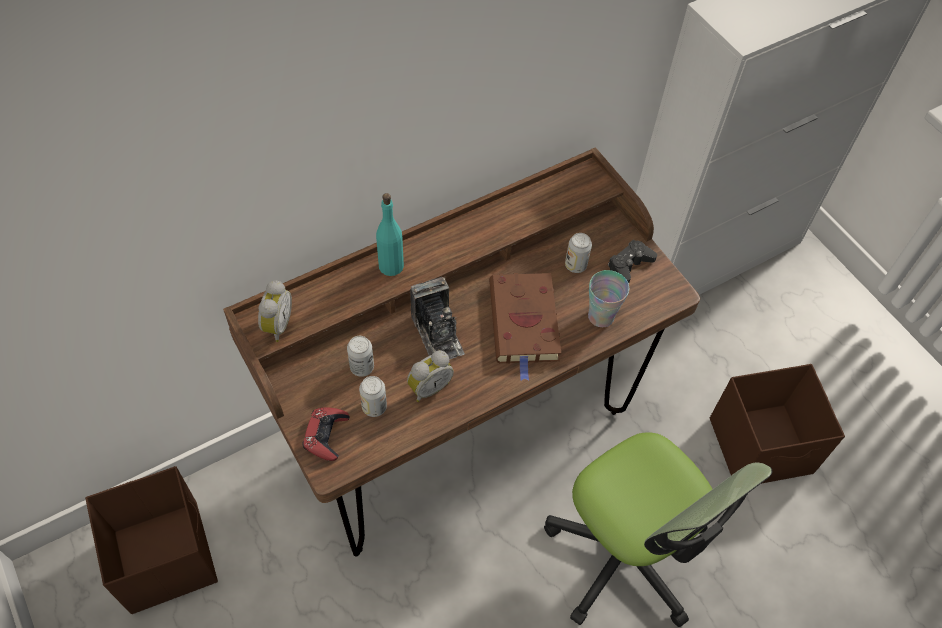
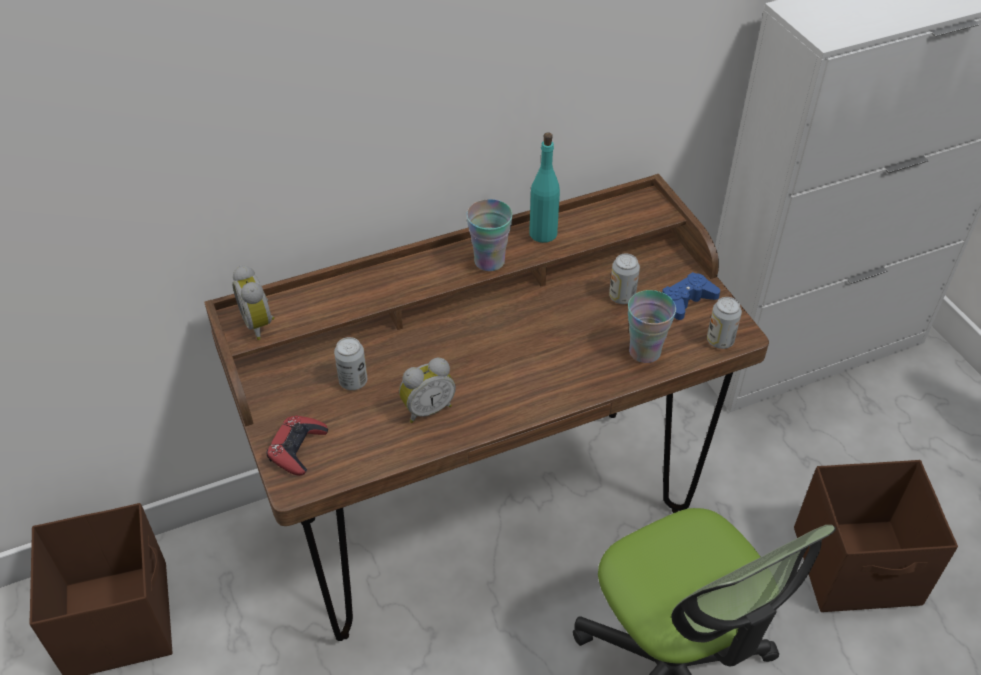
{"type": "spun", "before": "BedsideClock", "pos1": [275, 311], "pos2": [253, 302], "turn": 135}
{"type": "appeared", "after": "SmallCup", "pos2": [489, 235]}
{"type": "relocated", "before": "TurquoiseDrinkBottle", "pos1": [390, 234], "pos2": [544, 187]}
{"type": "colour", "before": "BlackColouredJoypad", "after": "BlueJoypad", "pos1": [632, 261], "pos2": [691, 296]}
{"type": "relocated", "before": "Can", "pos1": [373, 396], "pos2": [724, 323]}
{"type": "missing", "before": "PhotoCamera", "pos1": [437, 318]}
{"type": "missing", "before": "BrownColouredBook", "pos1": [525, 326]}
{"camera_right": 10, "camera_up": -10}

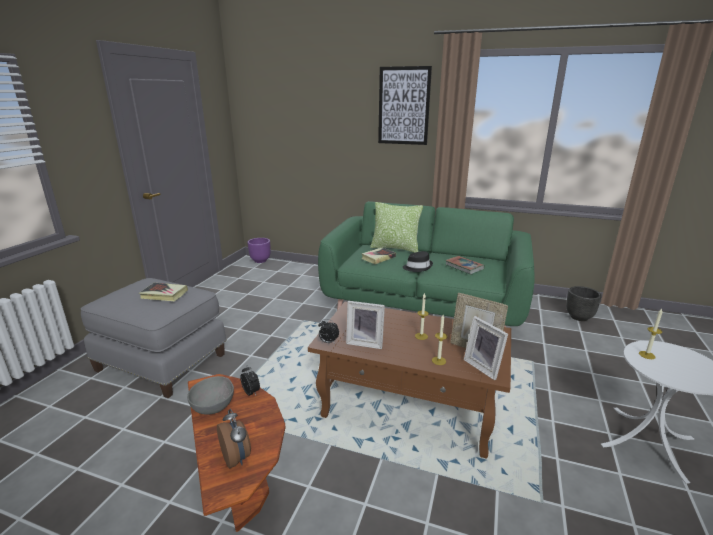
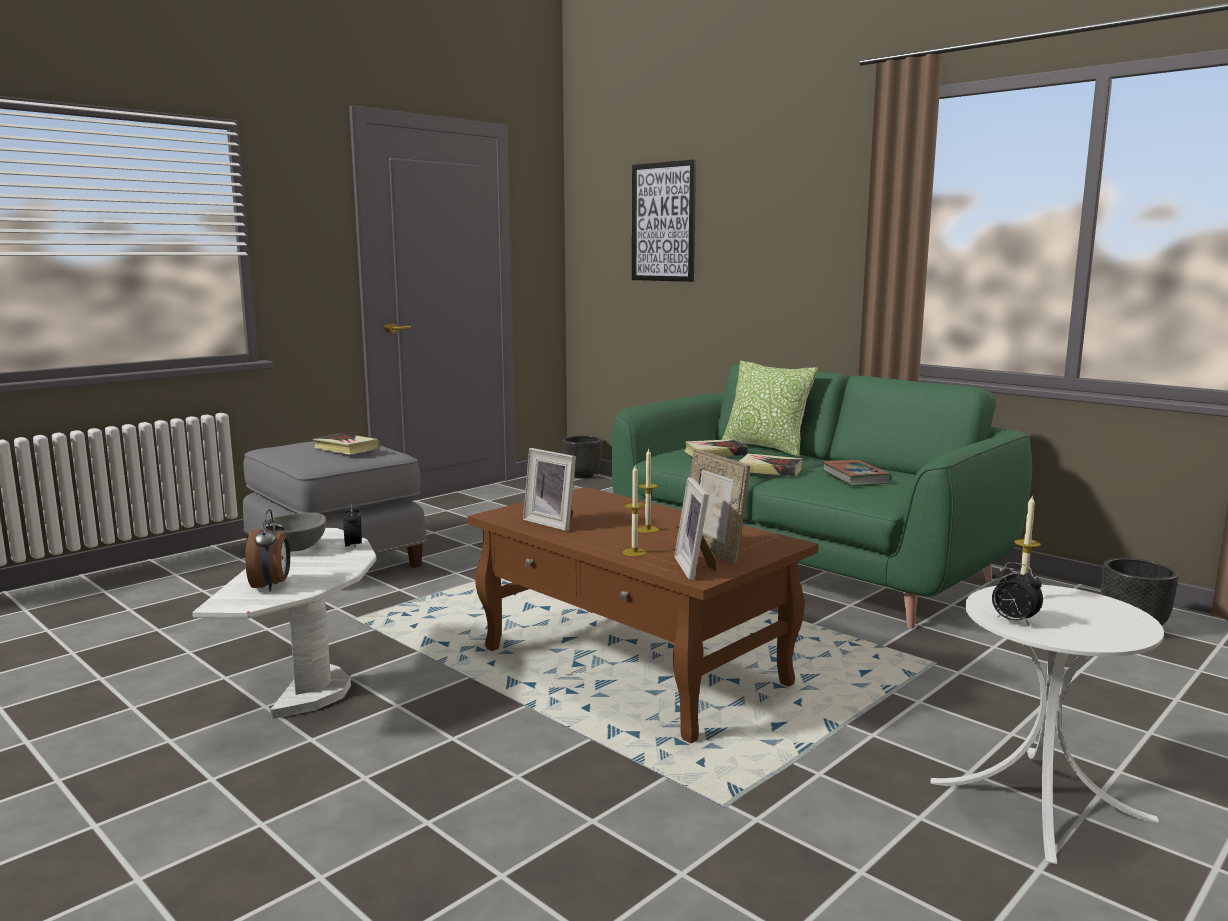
{"type": "colour", "before": "BrownColouredSideTable", "after": "WhiteSideTable", "pos1": [236, 453], "pos2": [284, 623]}
{"type": "colour", "before": "PurplePlantPot", "after": "BlackColouredPlantPot", "pos1": [259, 250], "pos2": [582, 457]}
{"type": "relocated", "before": "WallPicture", "pos1": [405, 105], "pos2": [664, 220]}
{"type": "exchanged", "before": "BlackColouredWearableHat", "after": "Book", "pos1": [418, 261], "pos2": [770, 465]}
{"type": "relocated", "before": "BedsideClock", "pos1": [328, 331], "pos2": [1017, 594]}
{"camera_right": 25, "camera_up": -10}

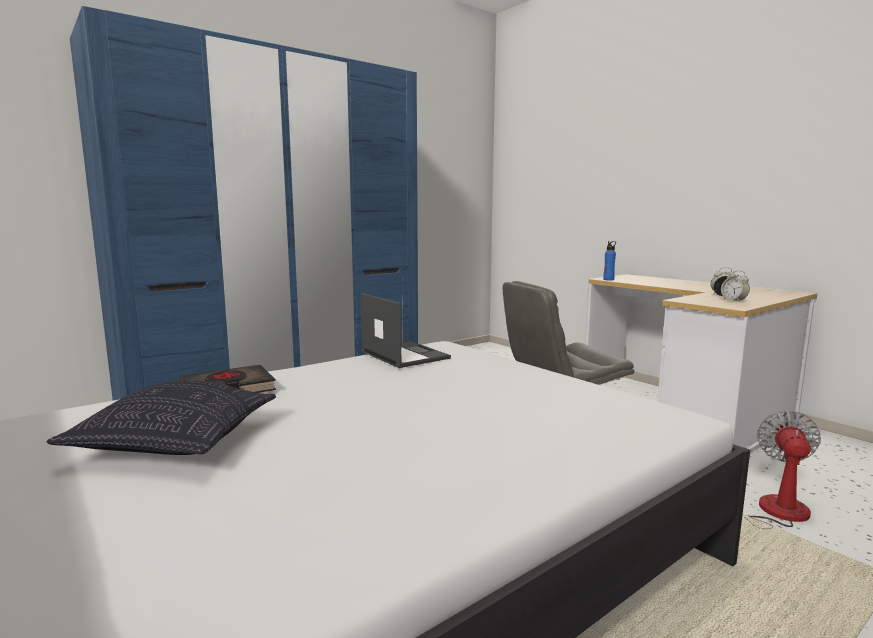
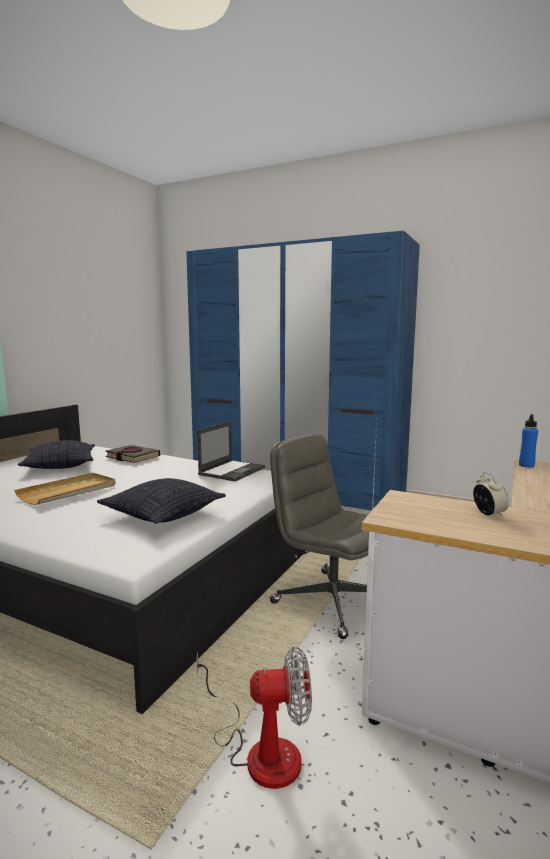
{"type": "appeared", "after": "BeigeServingTray", "pos2": [65, 489]}
{"type": "appeared", "after": "ThrowPillow", "pos2": [161, 501]}
{"type": "missing", "before": "BedsideClock", "pos1": [735, 286]}
{"camera_right": 65, "camera_up": 0}

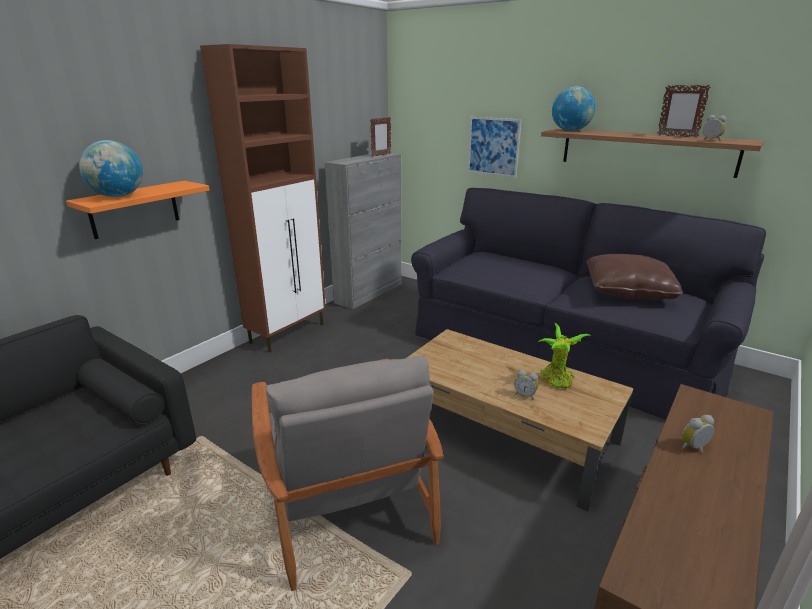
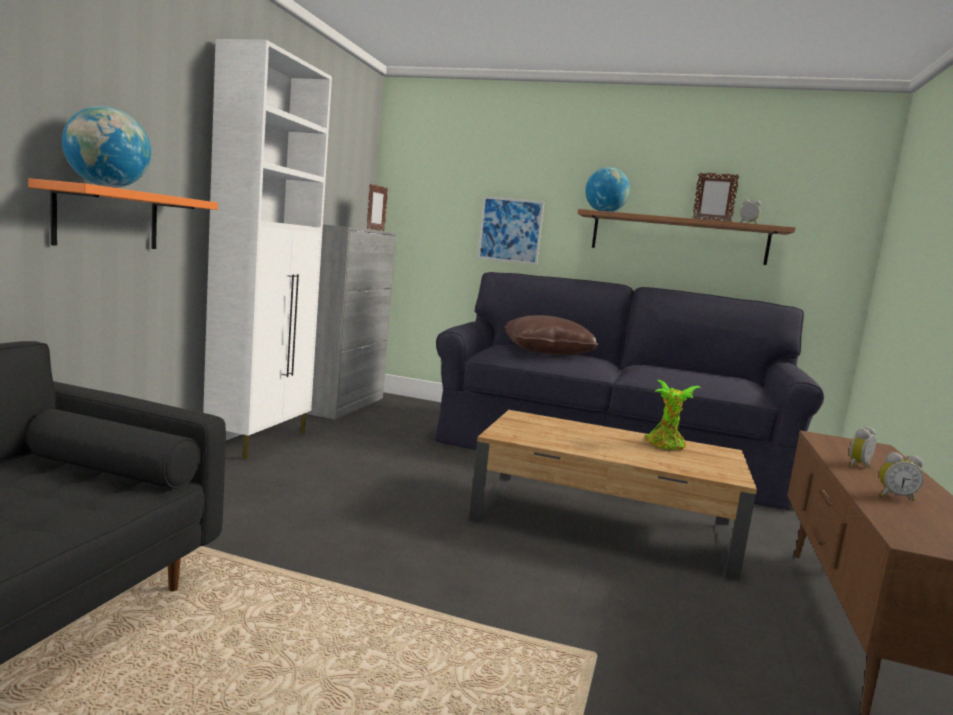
{"type": "colour", "before": "BrownColouredStorageCabinet", "after": "WhiteStorageCabinet", "pos1": [263, 198], "pos2": [267, 249]}
{"type": "relocated", "before": "BrownColouredThrowPillow", "pos1": [634, 277], "pos2": [551, 335]}
{"type": "relocated", "before": "BedsideClock", "pos1": [526, 385], "pos2": [901, 476]}
{"type": "missing", "before": "GrayEasyChair", "pos1": [347, 473]}
{"camera_right": -20, "camera_up": -15}

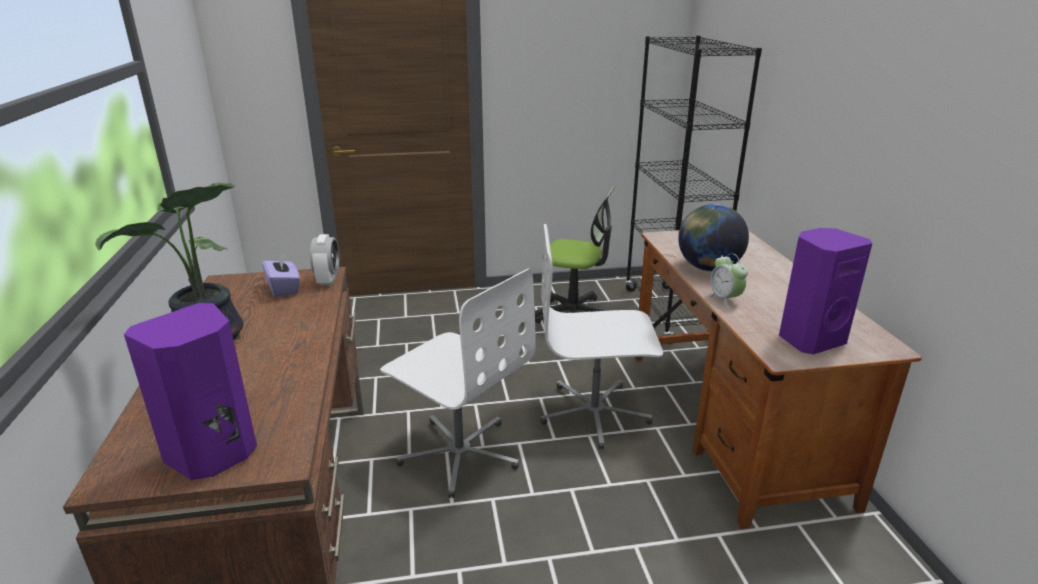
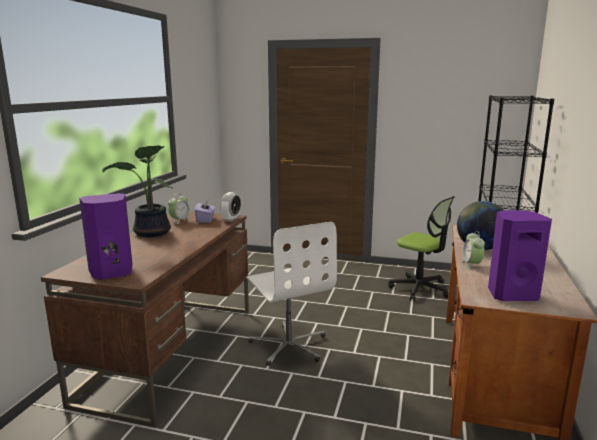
{"type": "appeared", "after": "BedsideClock", "pos2": [179, 208]}
{"type": "missing", "before": "WhiteOfficeChair", "pos1": [601, 337]}
{"camera_right": 25, "camera_up": -10}

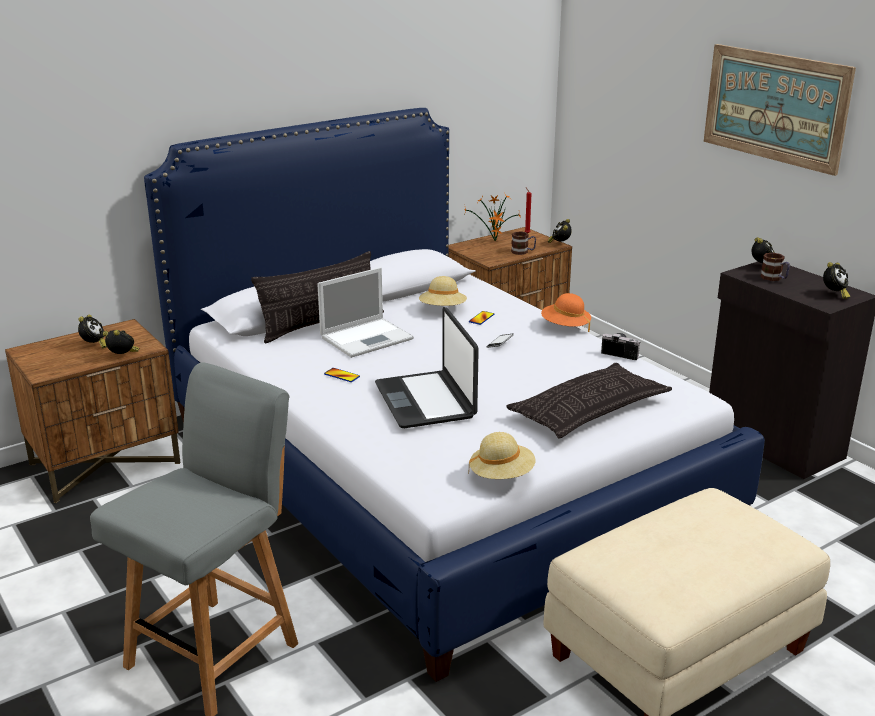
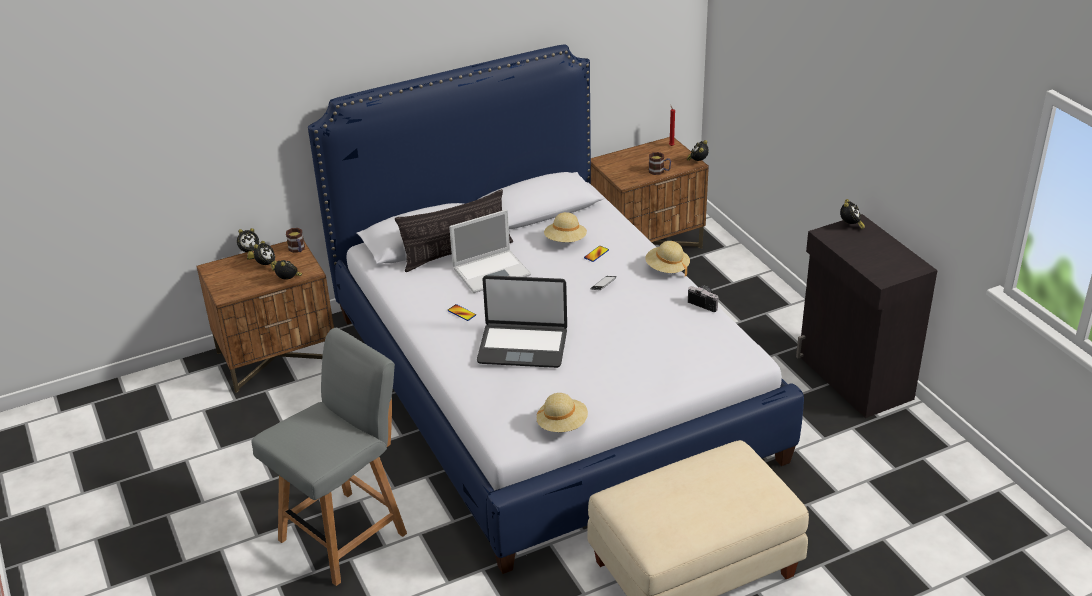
{"type": "relocated", "before": "BedsideClock", "pos1": [836, 280], "pos2": [248, 244]}
{"type": "relocated", "before": "CoffeeMug", "pos1": [775, 267], "pos2": [295, 240]}
{"type": "spun", "before": "Laptop", "pos1": [427, 367], "pos2": [522, 321], "turn": -75}
{"type": "colour", "before": "OrangeyWearableHat", "after": "BeigeWearableHat", "pos1": [566, 312], "pos2": [667, 258]}
{"type": "missing", "before": "Houseplant", "pos1": [492, 217]}
{"type": "missing", "before": "ThrowPillow", "pos1": [589, 401]}
{"type": "missing", "before": "WallPicture", "pos1": [780, 110]}
{"camera_right": 10, "camera_up": 10}

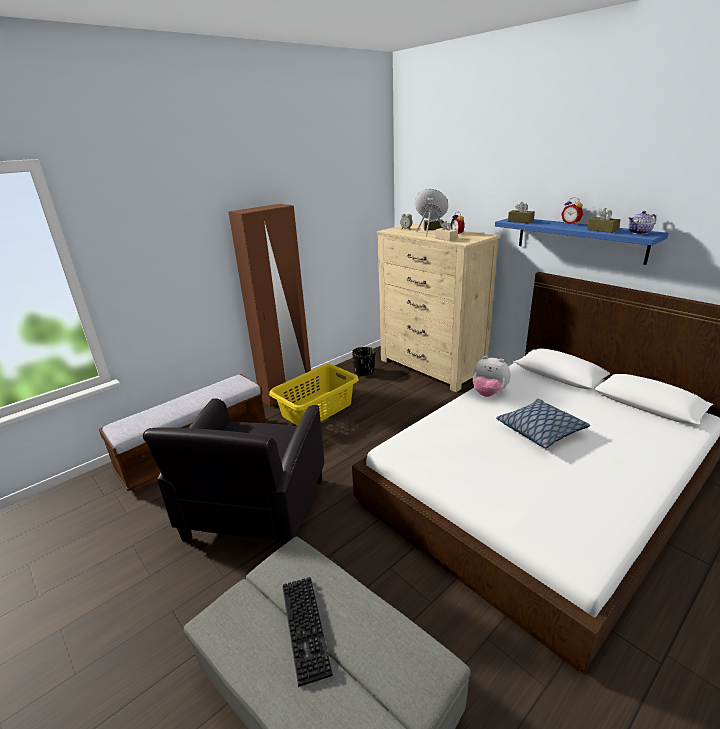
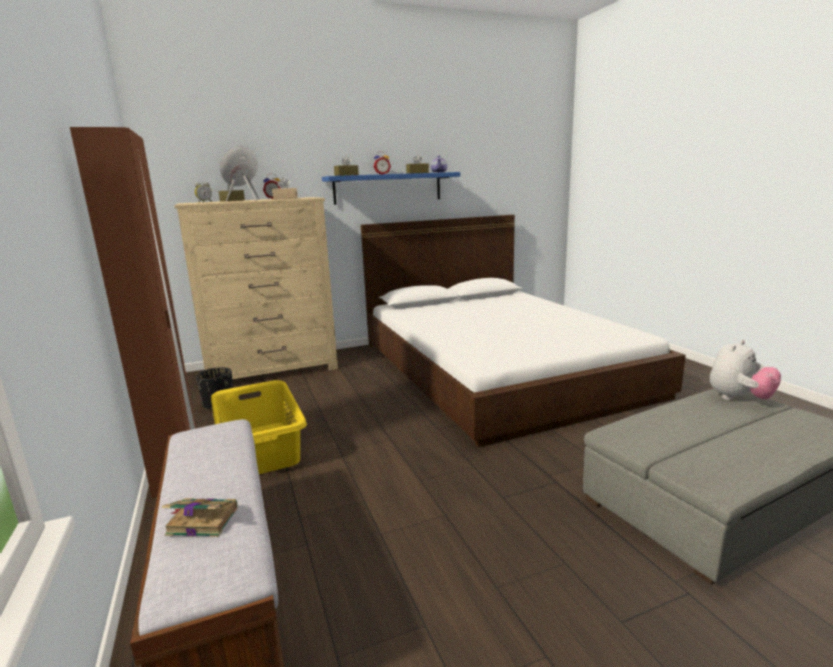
{"type": "appeared", "after": "Book", "pos2": [199, 517]}
{"type": "relocated", "before": "SoftToy", "pos1": [492, 376], "pos2": [745, 370]}
{"type": "missing", "before": "BlackColouredEasyChair", "pos1": [233, 471]}
{"type": "missing", "before": "PcKeyboard", "pos1": [307, 632]}
{"type": "missing", "before": "ThrowPillow", "pos1": [543, 423]}
{"camera_right": -70, "camera_up": -10}

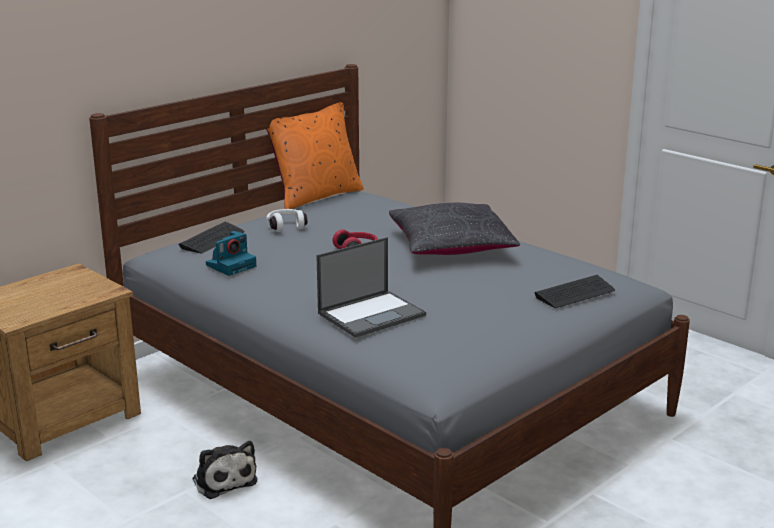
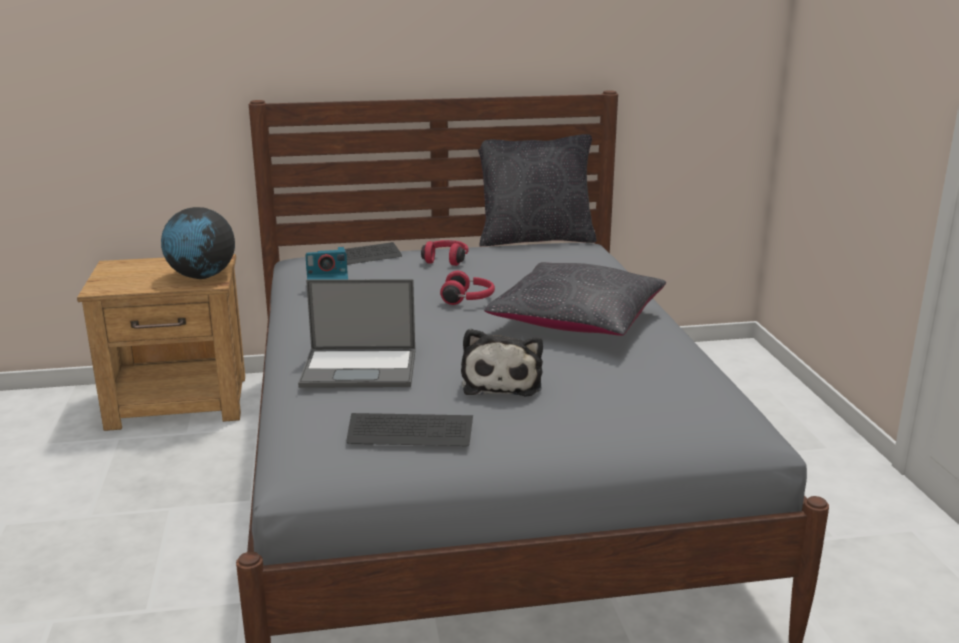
{"type": "appeared", "after": "Globe", "pos2": [198, 243]}
{"type": "relocated", "before": "PcKeyboard", "pos1": [574, 291], "pos2": [410, 429]}
{"type": "colour", "before": "WhiteHeadphones", "after": "RedColouredHeadphones", "pos1": [287, 220], "pos2": [445, 253]}
{"type": "relocated", "before": "SoftToy", "pos1": [224, 470], "pos2": [502, 362]}
{"type": "colour", "before": "OrangeyThrowPillow", "after": "BlackColouredThrowPillow", "pos1": [315, 155], "pos2": [537, 190]}
{"camera_right": 35, "camera_up": 0}

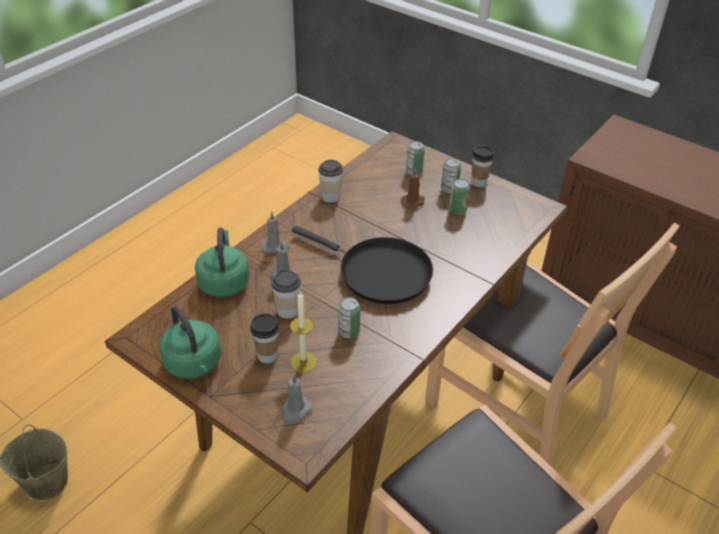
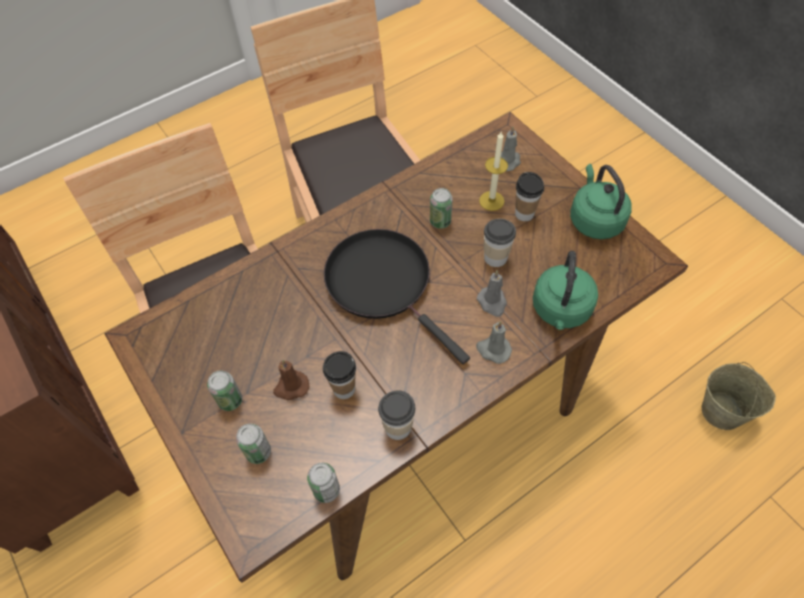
{"type": "relocated", "before": "Can", "pos1": [459, 197], "pos2": [323, 483]}
{"type": "relocated", "before": "SmallCup", "pos1": [482, 166], "pos2": [339, 375]}
{"camera_right": -160, "camera_up": 15}

